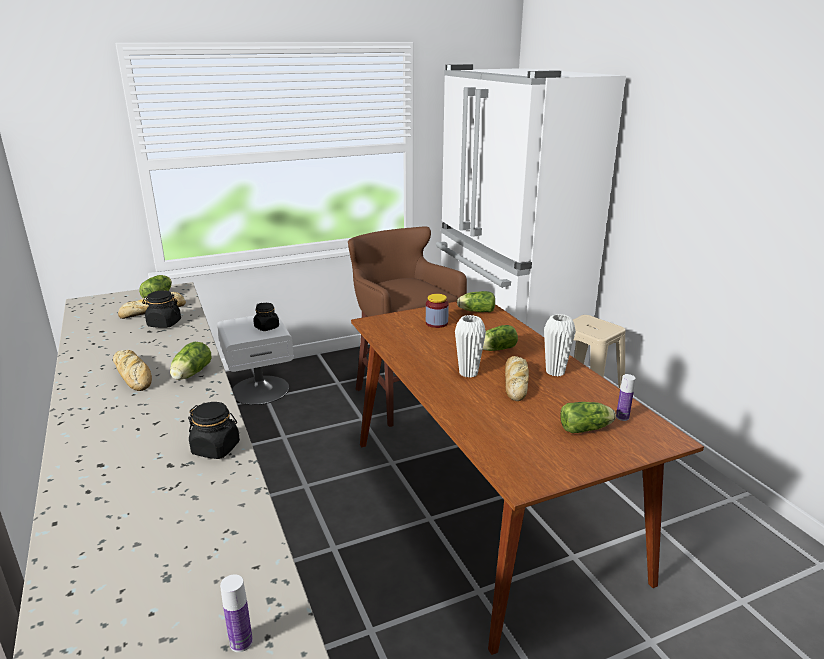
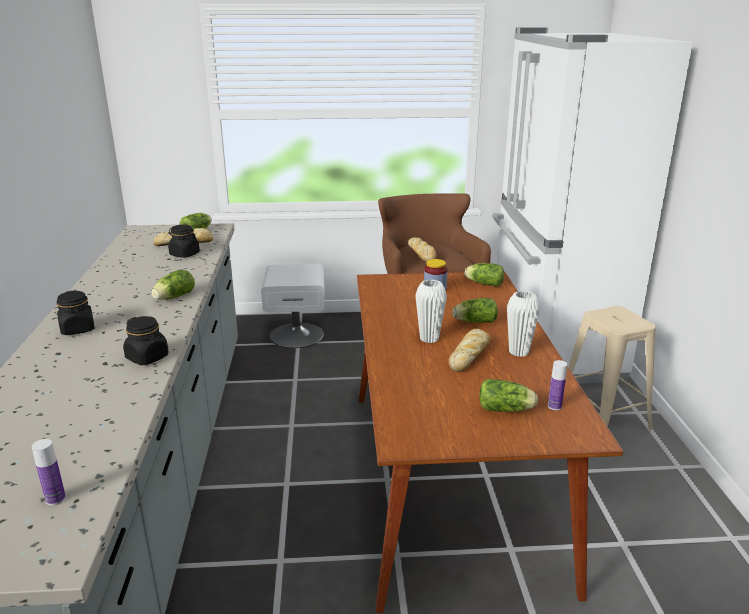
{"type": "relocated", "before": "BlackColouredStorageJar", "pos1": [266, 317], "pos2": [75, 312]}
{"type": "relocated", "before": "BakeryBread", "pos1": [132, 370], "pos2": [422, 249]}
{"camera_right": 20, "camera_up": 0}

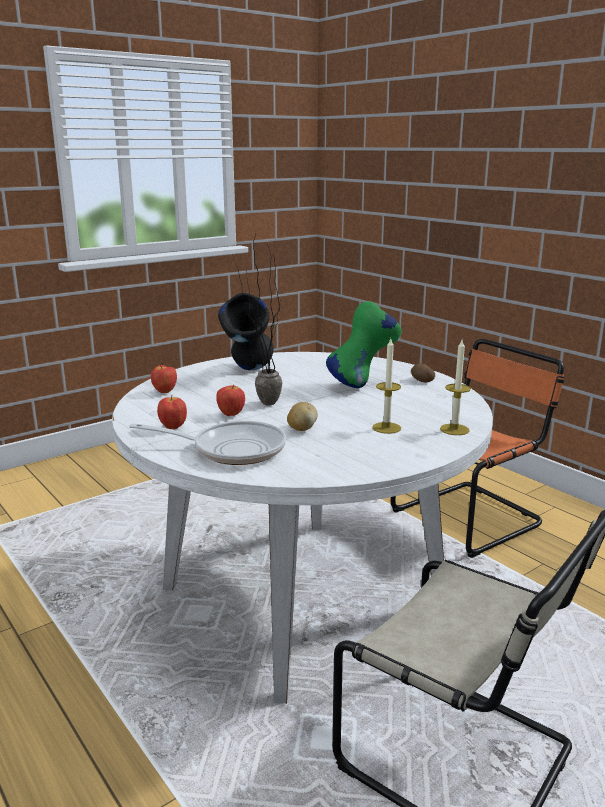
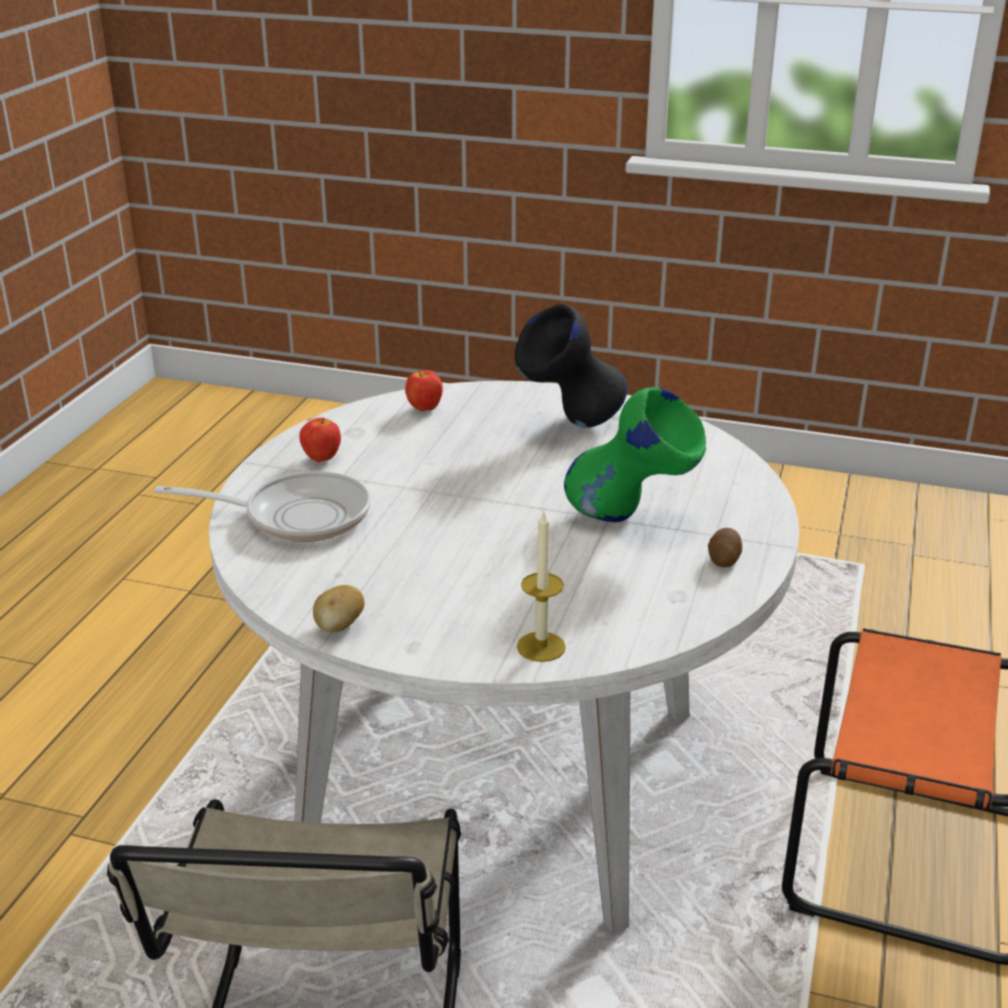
{"type": "spun", "before": "FryingPan", "pos1": [207, 443], "pos2": [262, 506], "turn": -60}
{"type": "relocated", "before": "Potato", "pos1": [302, 416], "pos2": [339, 608]}
{"type": "missing", "before": "AppleFruit", "pos1": [230, 400]}
{"type": "missing", "before": "Houseplant", "pos1": [257, 320]}
{"type": "missing", "before": "WaxLight", "pos1": [386, 386]}
{"camera_right": 55, "camera_up": 10}

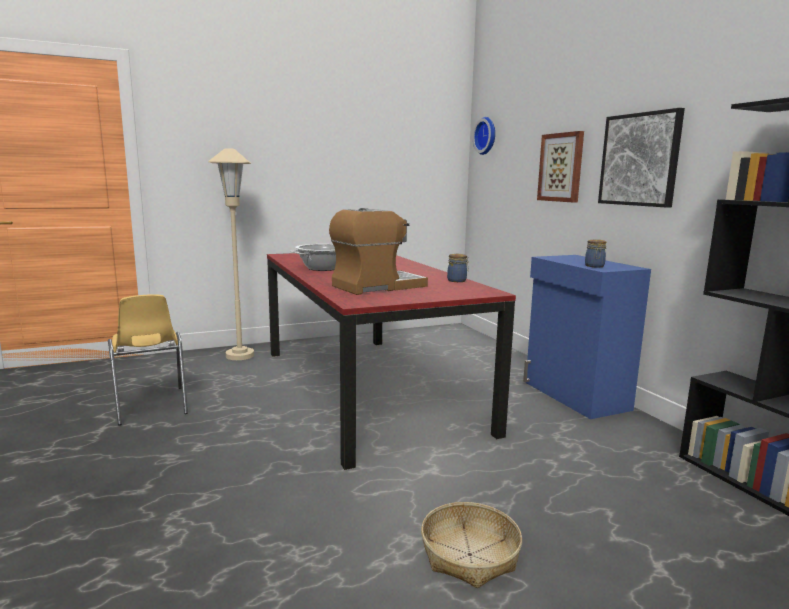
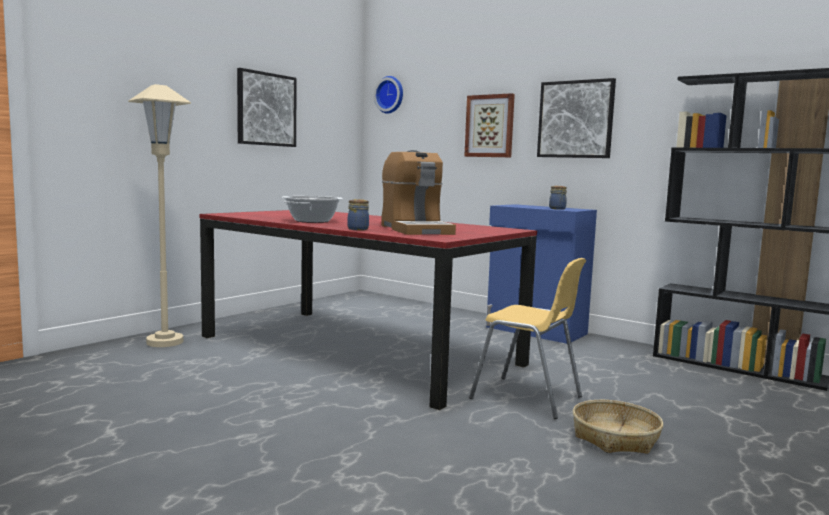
{"type": "appeared", "after": "WallPicture", "pos2": [267, 107]}
{"type": "relocated", "before": "StorageJar", "pos1": [458, 268], "pos2": [358, 214]}
{"type": "spun", "before": "CoffeeBrewer", "pos1": [378, 251], "pos2": [418, 192], "turn": 135}
{"type": "relocated", "before": "YellowishPlainChair", "pos1": [148, 359], "pos2": [527, 338]}
{"camera_right": -30, "camera_up": -5}

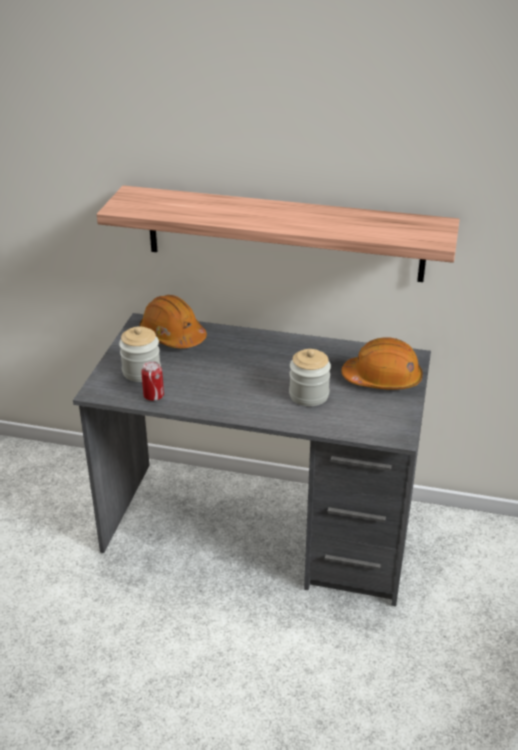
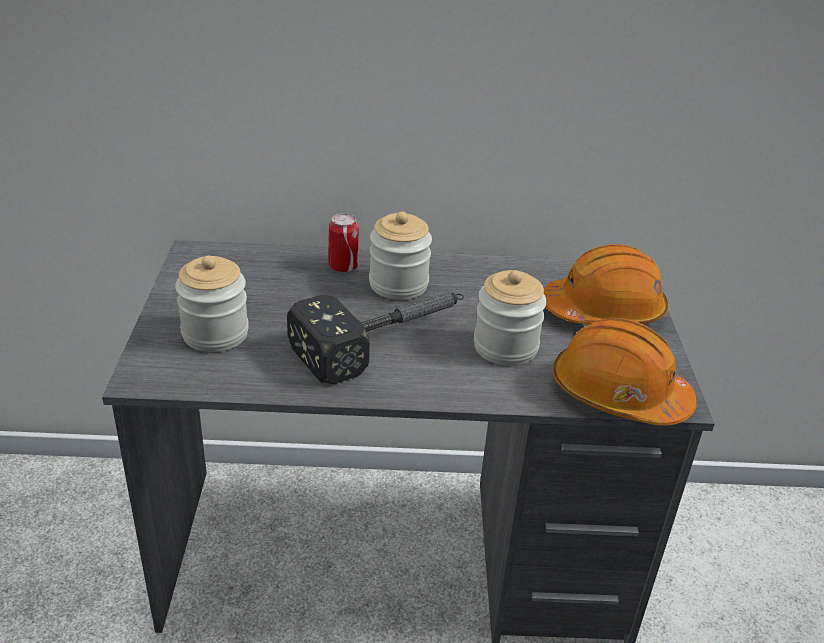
{"type": "appeared", "after": "HandHammer", "pos2": [375, 338]}
{"type": "relocated", "before": "Can", "pos1": [152, 381], "pos2": [344, 243]}
{"type": "appeared", "after": "StorageJar", "pos2": [400, 256]}
{"type": "relocated", "before": "OrangeyWorkHelmet", "pos1": [173, 321], "pos2": [625, 371]}
{"type": "missing", "before": "Shelf", "pos1": [278, 233]}
{"camera_right": -15, "camera_up": 0}

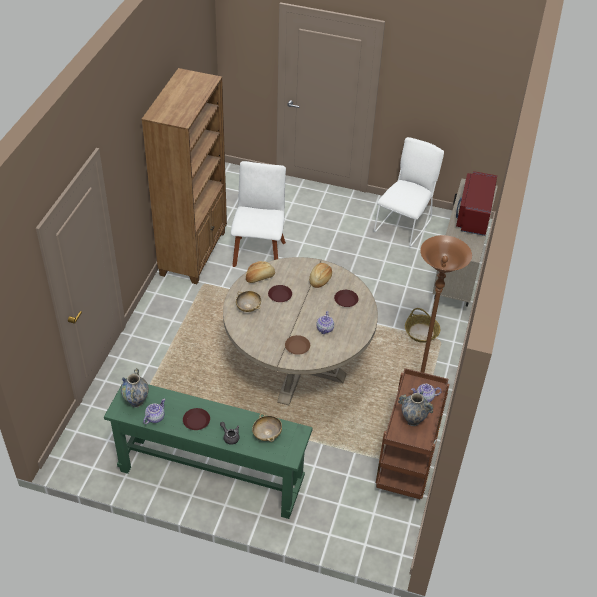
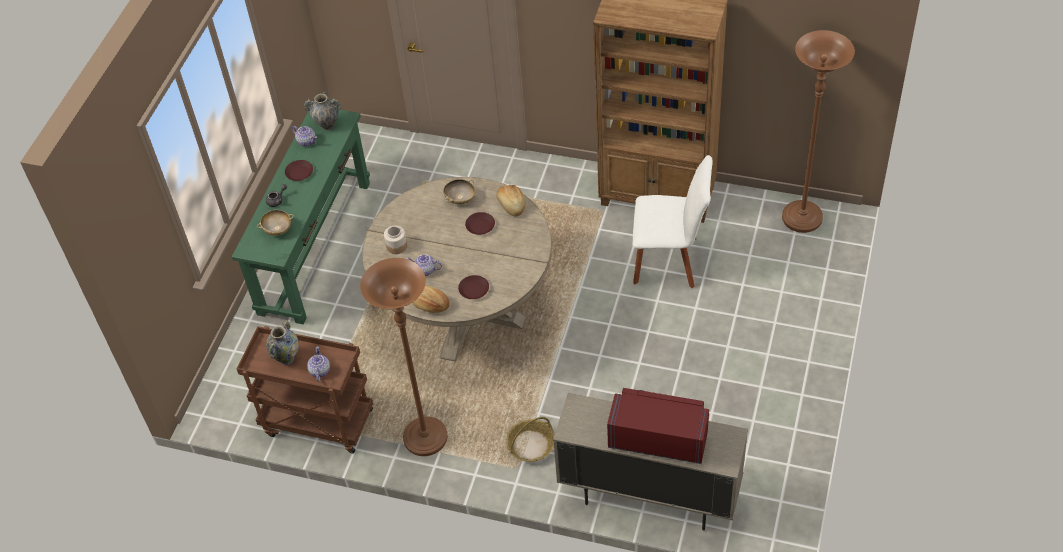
{"type": "exchanged", "before": "BrownColouredPlate", "after": "StorageJar", "pos1": [297, 345], "pos2": [395, 240]}
{"type": "relocated", "before": "BakeryBread", "pos1": [320, 275], "pos2": [431, 299]}
{"type": "appeared", "after": "BrownColouredFloorLamp", "pos2": [818, 131]}
{"type": "missing", "before": "WhitePlainChair", "pos1": [409, 192]}
{"camera_right": 95, "camera_up": 5}

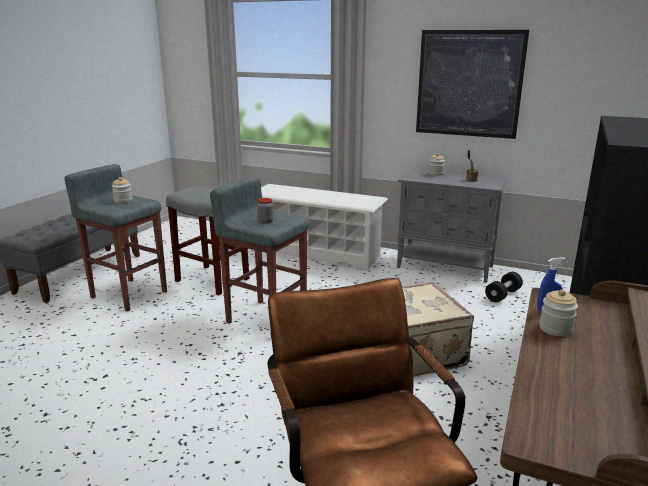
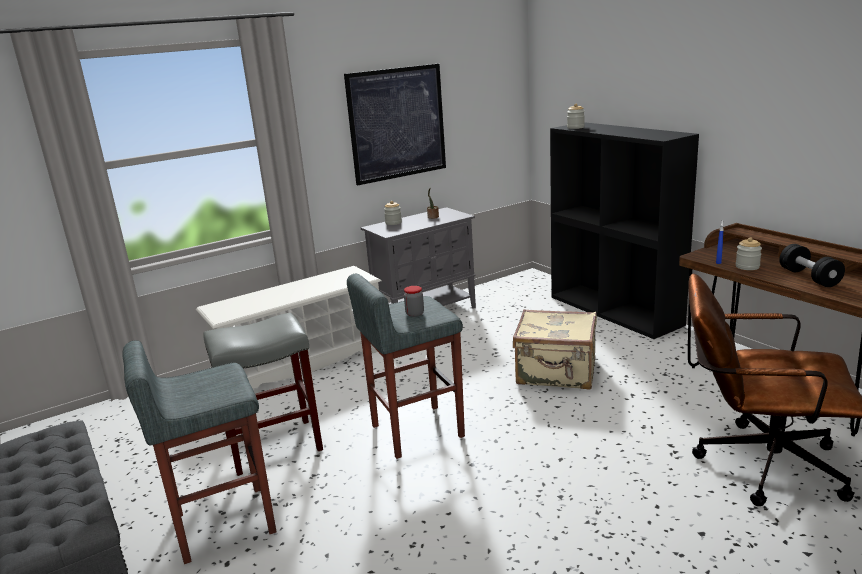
{"type": "relocated", "before": "StorageJar", "pos1": [122, 190], "pos2": [576, 116]}
{"type": "relocated", "before": "BlackColouredHandWeight", "pos1": [504, 287], "pos2": [812, 265]}
{"camera_right": -55, "camera_up": 0}

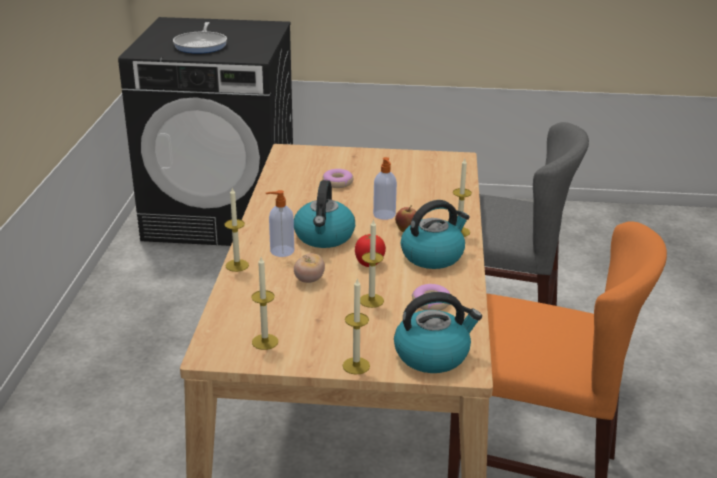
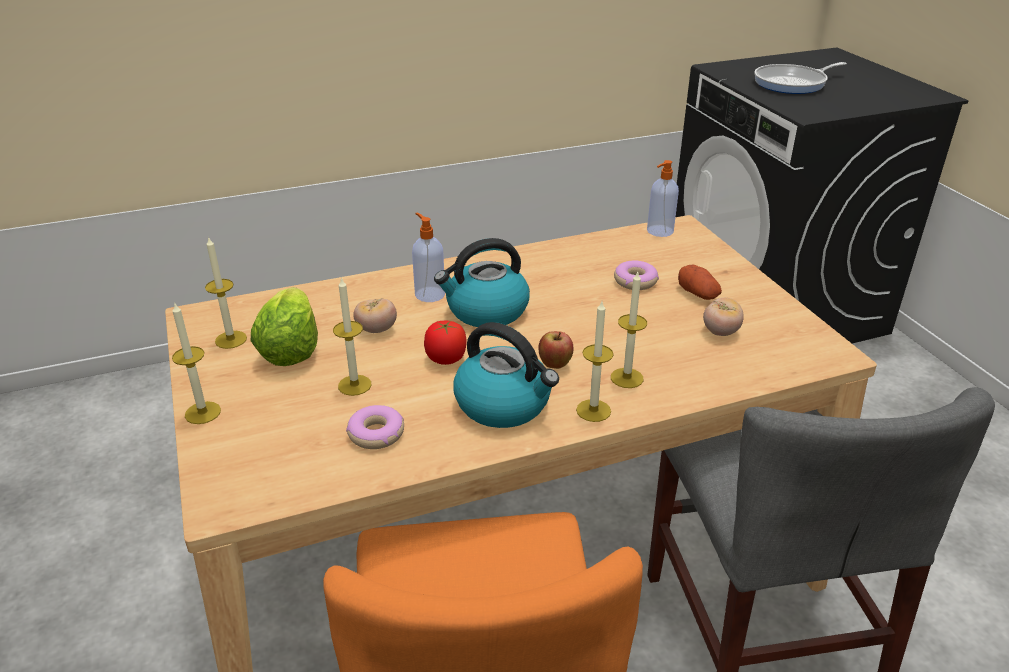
{"type": "appeared", "after": "Lettuce", "pos2": [284, 326]}
{"type": "relocated", "before": "WaxLight", "pos1": [236, 230], "pos2": [629, 330]}
{"type": "relocated", "before": "SoapBottle", "pos1": [385, 188], "pos2": [663, 198]}
{"type": "appeared", "after": "Potato", "pos2": [700, 282]}
{"type": "appeared", "after": "WholeTomato", "pos2": [723, 317]}
{"type": "missing", "before": "Kettle", "pos1": [438, 332]}
{"camera_right": 65, "camera_up": 5}

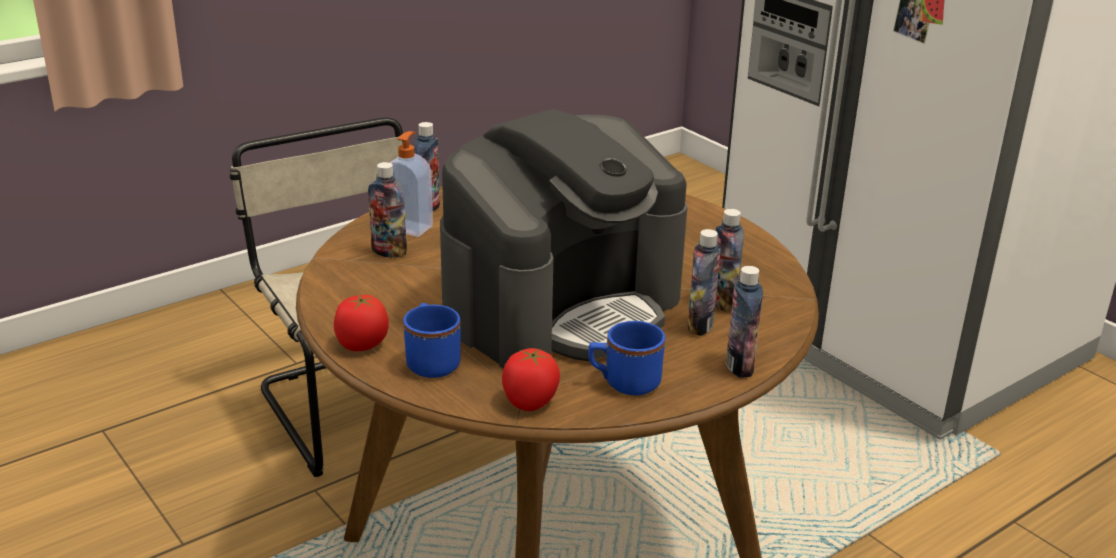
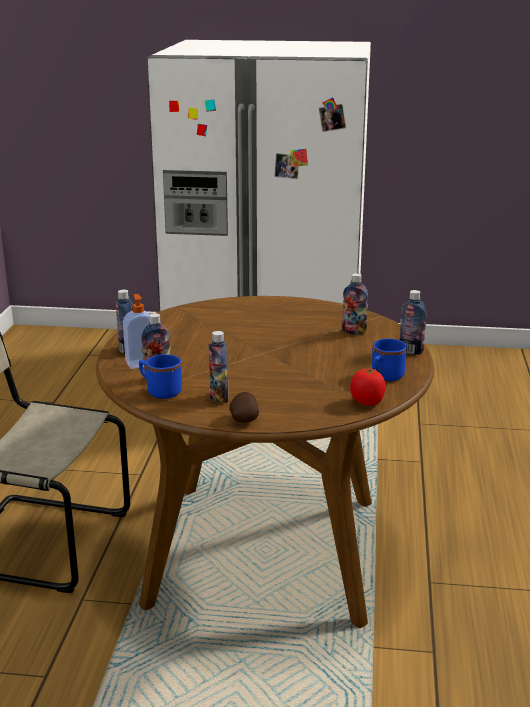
{"type": "relocated", "before": "BlueCoffeeMug", "pos1": [432, 340], "pos2": [160, 376]}
{"type": "relocated", "before": "DrinkBottle", "pos1": [704, 282], "pos2": [219, 367]}
{"type": "exchanged", "before": "WholeTomato", "after": "Potato", "pos1": [361, 322], "pos2": [244, 407]}
{"type": "missing", "before": "CoffeeBrewer", "pos1": [564, 238]}
{"camera_right": -45, "camera_up": -5}

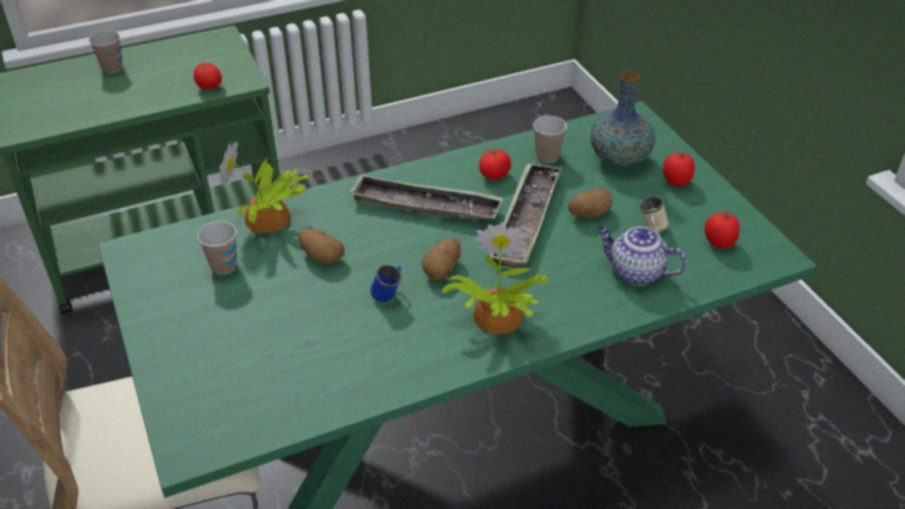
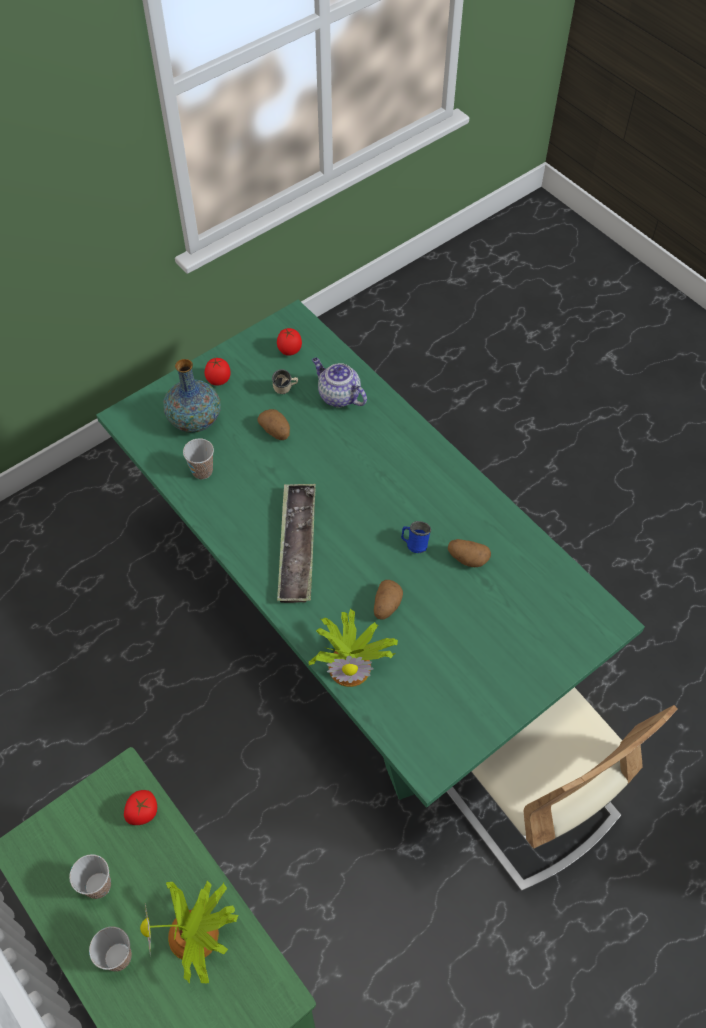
{"type": "relocated", "before": "SmallCup", "pos1": [217, 248], "pos2": [90, 876]}
{"type": "relocated", "before": "Houseplant", "pos1": [495, 278], "pos2": [189, 932]}
{"type": "spun", "before": "TeaPot", "pos1": [642, 255], "pos2": [339, 383], "turn": 120}
{"type": "relocated", "before": "Potato", "pos1": [441, 259], "pos2": [469, 553]}
{"type": "missing", "before": "WholeTomato", "pos1": [495, 165]}
{"type": "missing", "before": "ServingTray", "pos1": [525, 215]}
{"camera_right": -105, "camera_up": 15}

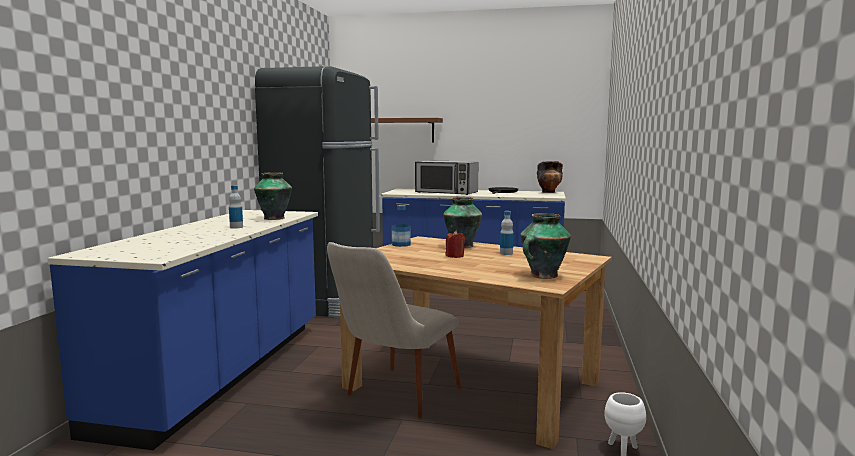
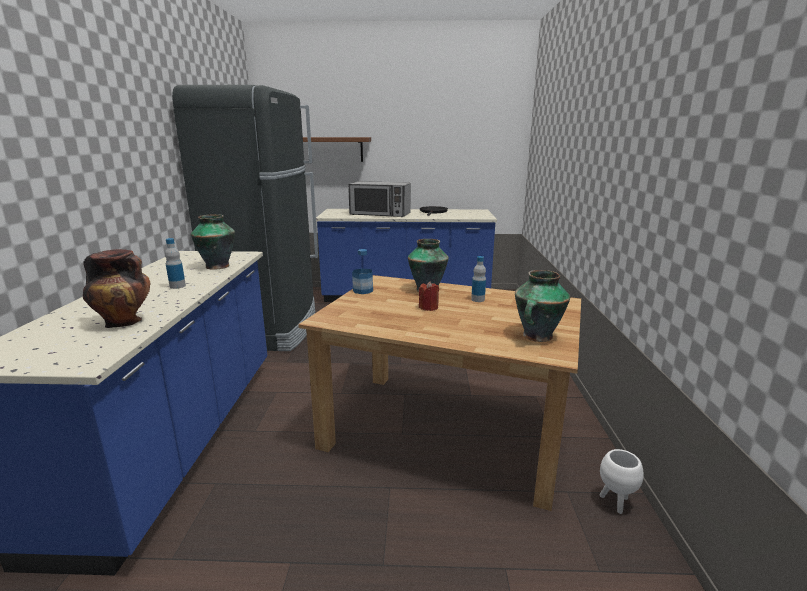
{"type": "relocated", "before": "FlowerVase", "pos1": [550, 177], "pos2": [116, 288]}
{"type": "missing", "before": "BeigePlainChair", "pos1": [394, 330]}
{"camera_right": -10, "camera_up": 10}

